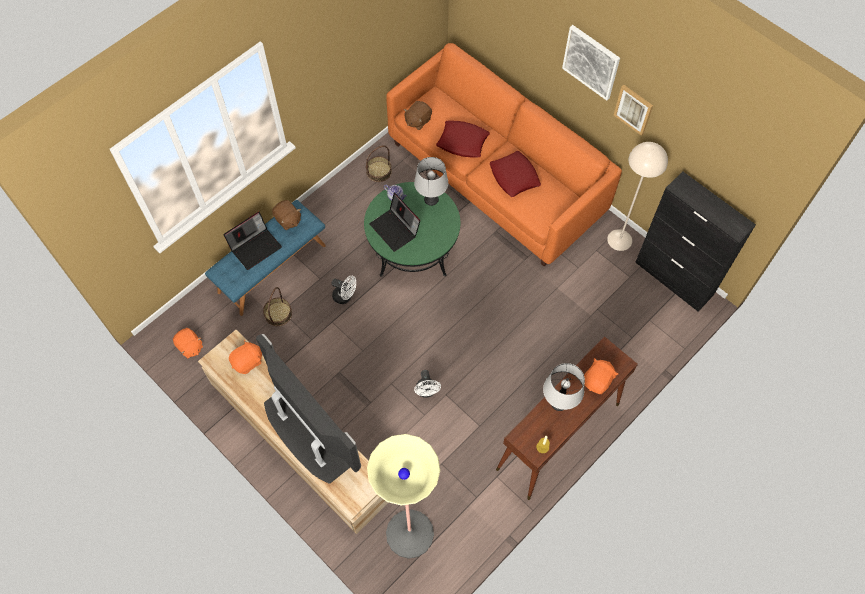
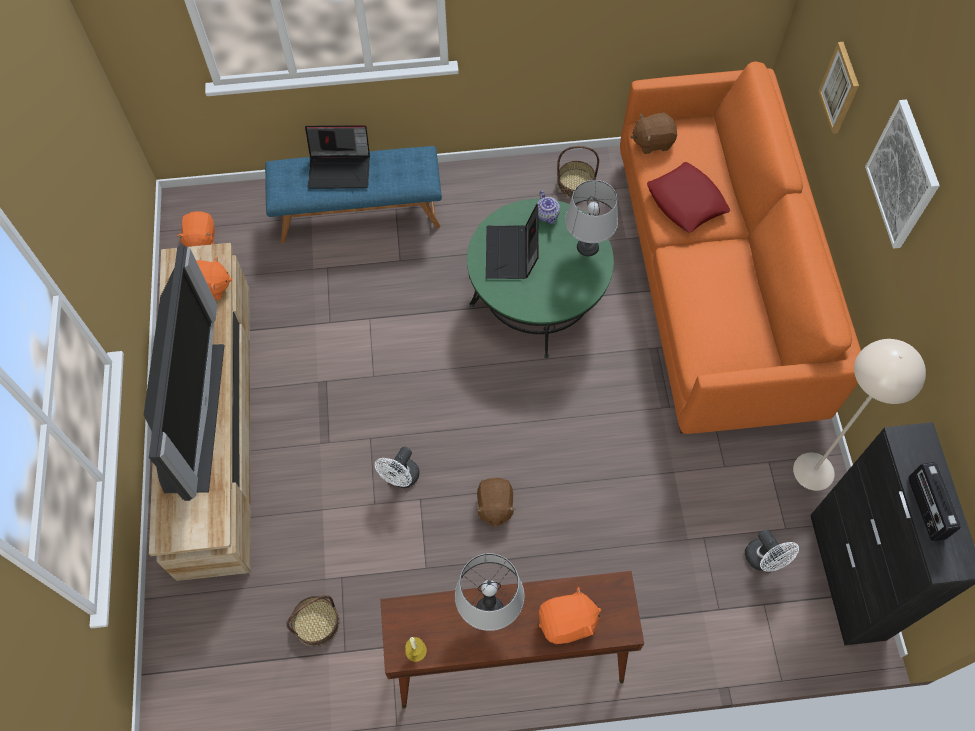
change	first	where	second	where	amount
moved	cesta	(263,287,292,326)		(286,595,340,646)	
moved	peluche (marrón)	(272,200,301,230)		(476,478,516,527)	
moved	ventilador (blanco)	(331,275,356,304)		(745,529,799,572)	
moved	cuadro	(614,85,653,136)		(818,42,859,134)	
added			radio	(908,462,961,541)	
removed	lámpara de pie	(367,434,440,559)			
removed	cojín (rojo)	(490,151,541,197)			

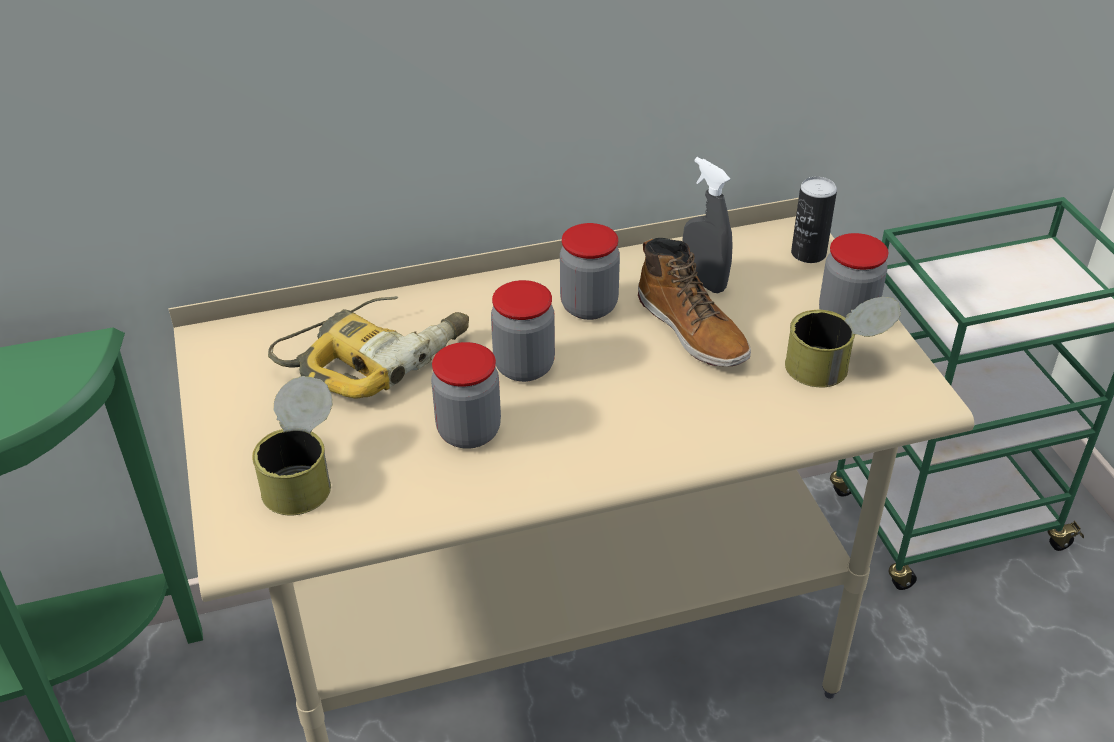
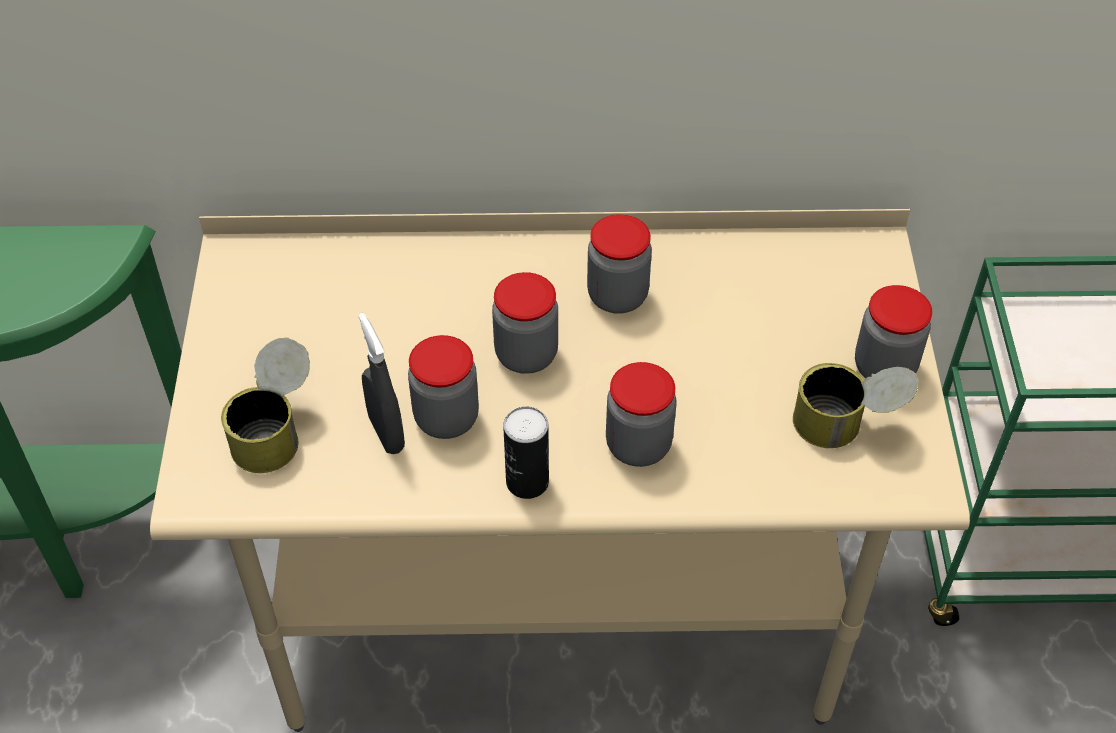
change	first	where	second	where	amount
moved	pulverizador (gris)	(682,157,733,293)		(358,313,405,454)	
moved	lata	(791,176,837,263)		(503,406,549,499)	
added			tarro	(606,362,676,467)	
removed	taladro	(268,296,469,399)			
removed	bota	(638,238,751,367)			

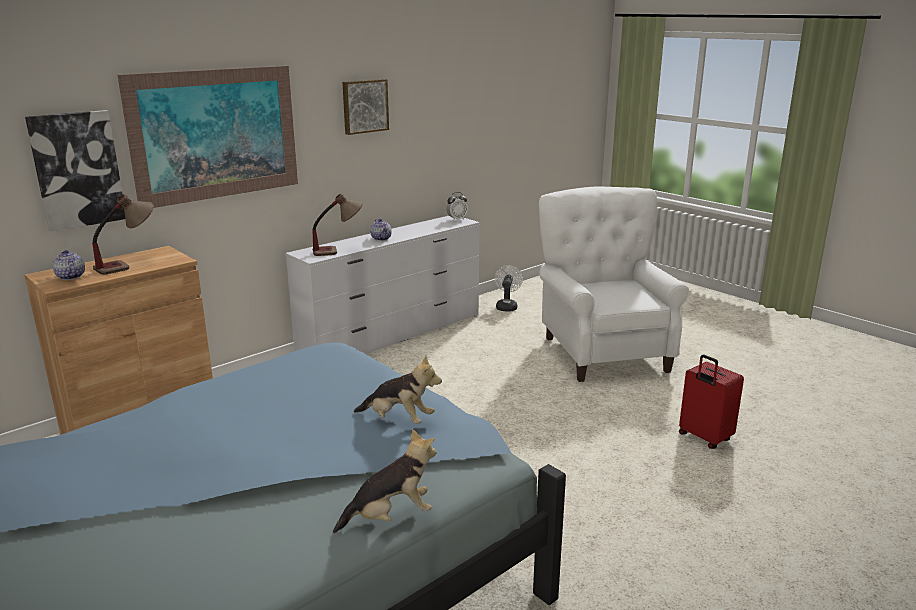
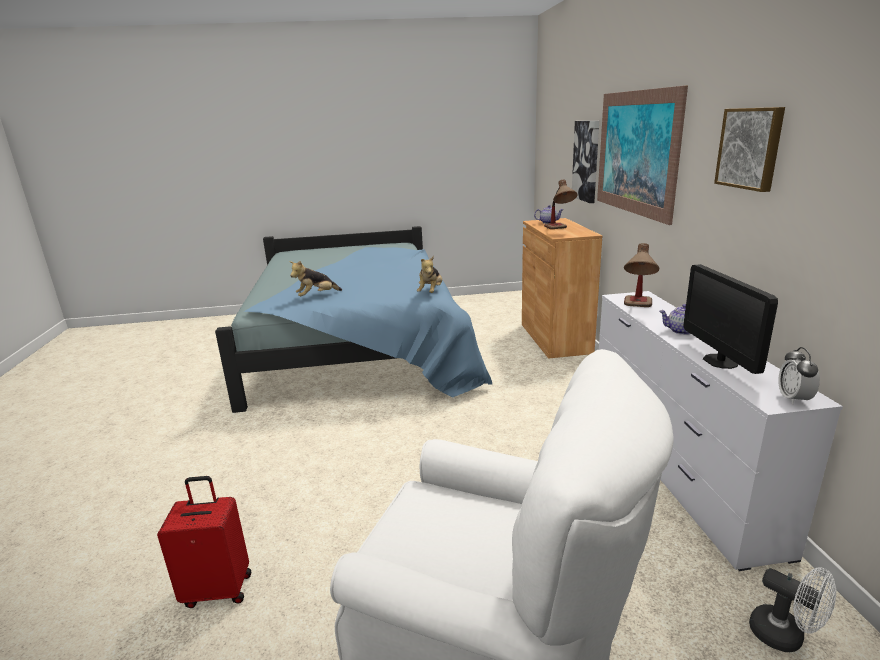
change	first	where	second	where	amount
moved	peluche	(333,429,437,533)		(417,256,442,293)	
added			monitor	(684,264,778,374)	

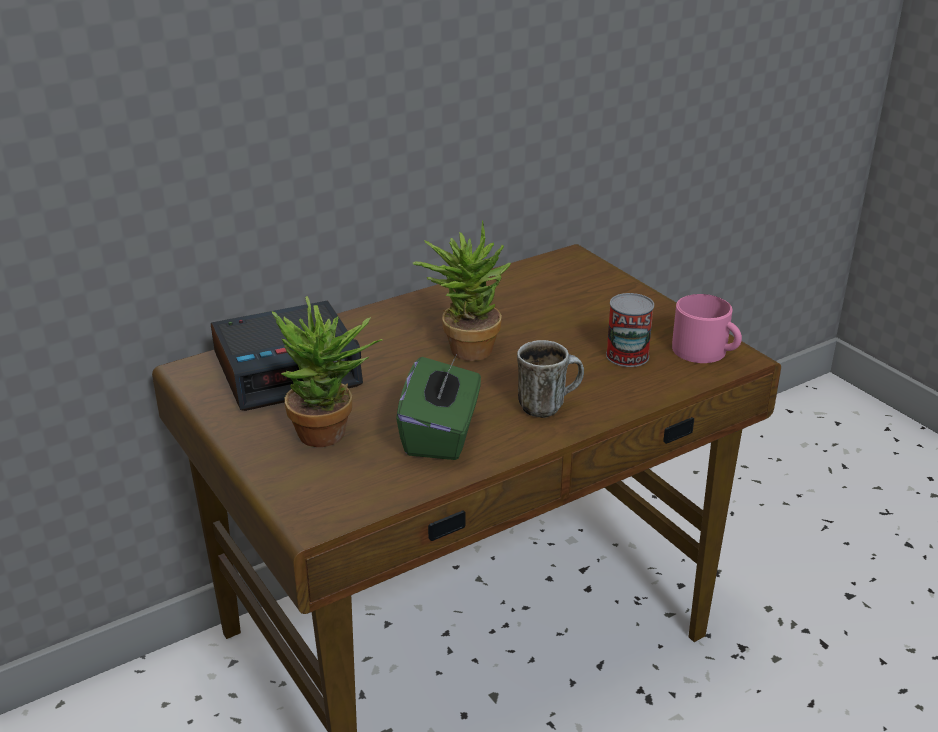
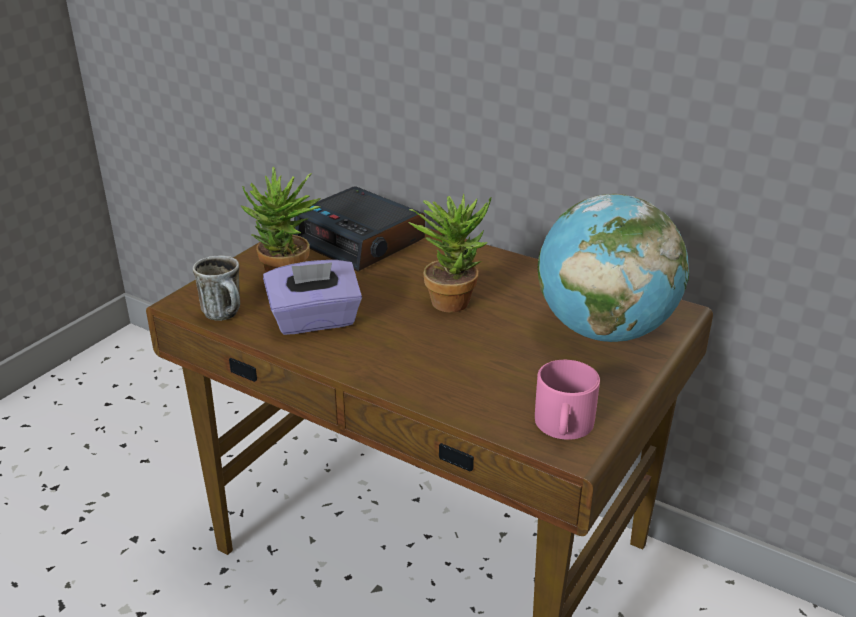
change	first	where	second	where	amount
moved	taza grande	(517,340,584,418)		(193,255,240,321)	
recoloured	caja de pañuelos (verde)	(396,353,481,460)	caja de pañuelos (morado)	(263,260,362,335)	
added			globo terráqueo	(538,194,689,342)	
removed	lata	(606,293,654,367)			

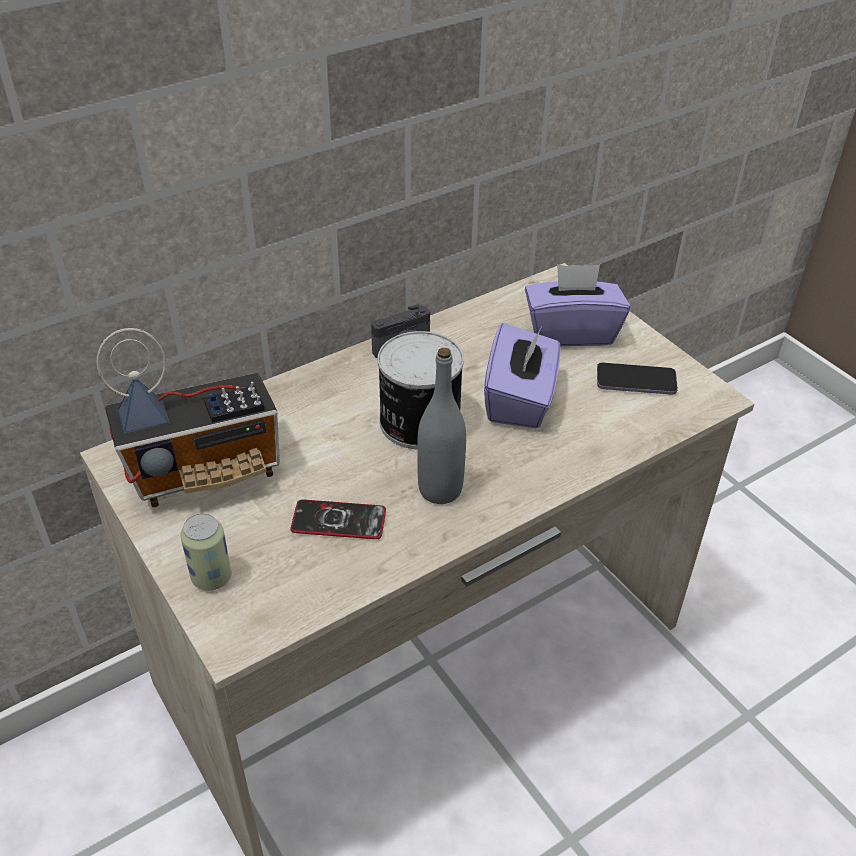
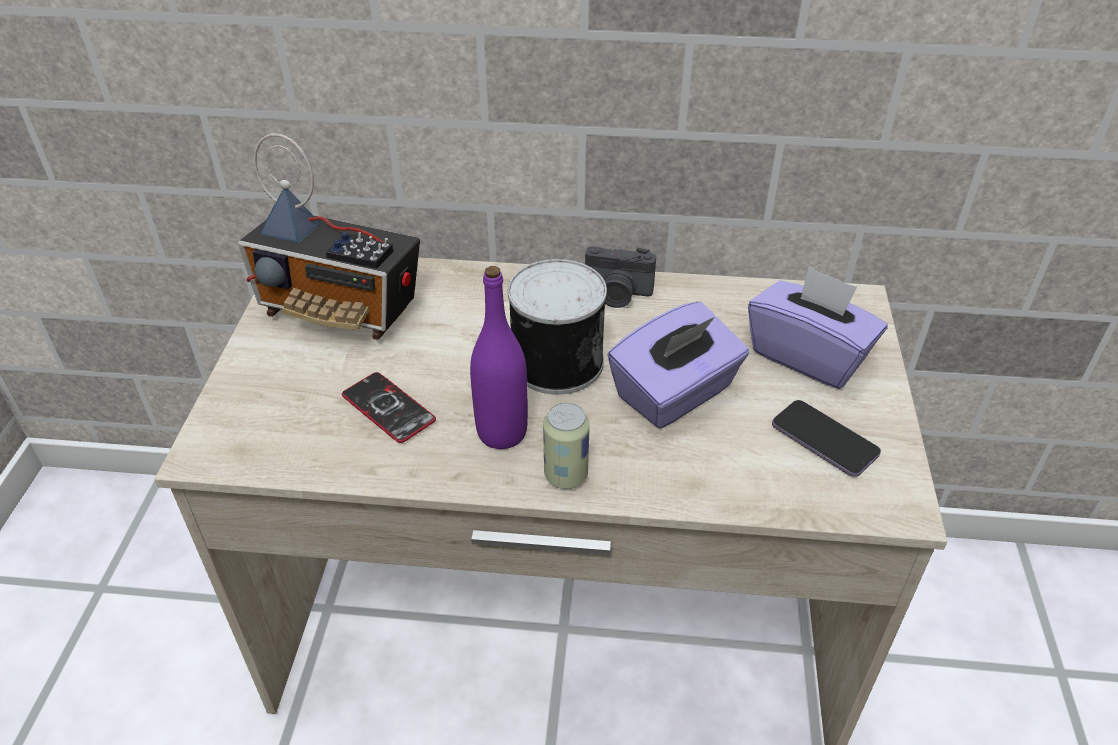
change	first	where	second	where	amount
recoloured	botella (gris)	(417,348,466,504)	botella (morado)	(470,266,528,449)	
moved	lata	(180,513,231,591)		(543,402,590,489)	

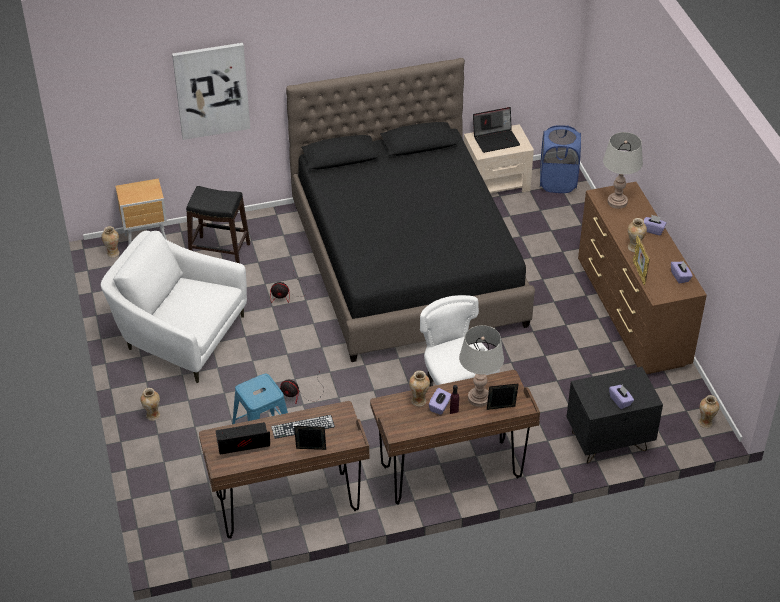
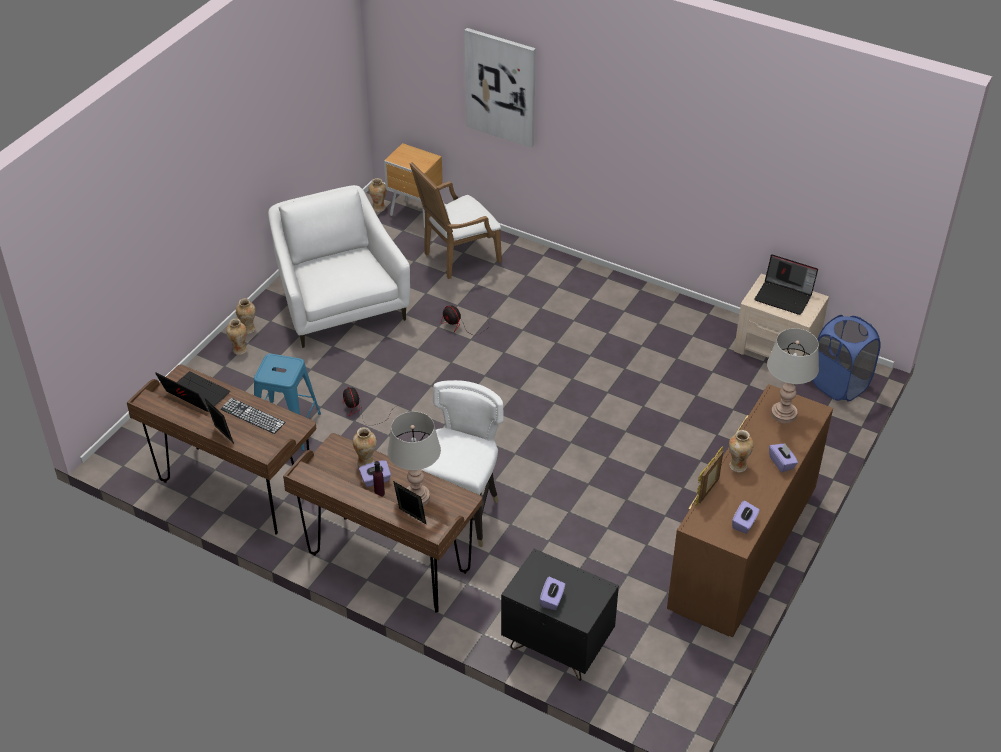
change	first	where	second	where	amount
moved	florero	(698,395,719,428)		(236,298,256,334)	
replaced	taburete (negro)	(186,186,250,263)	sillón (blanco)	(410,162,502,279)	
removed	cama (negro)	(286,58,535,362)			

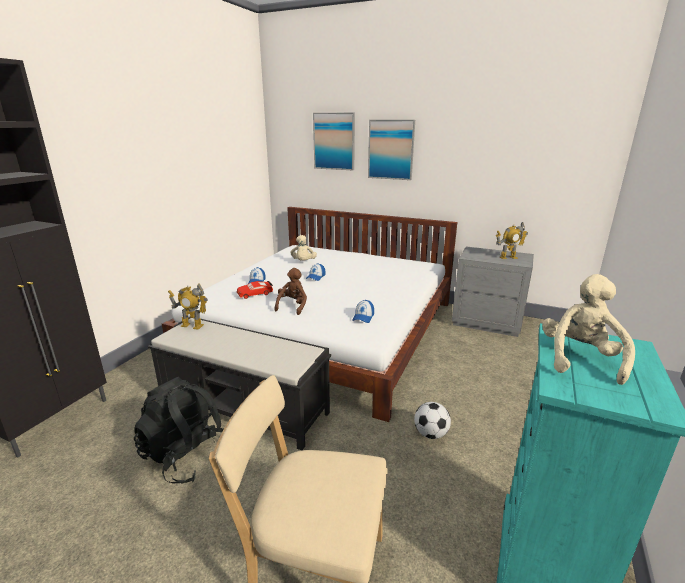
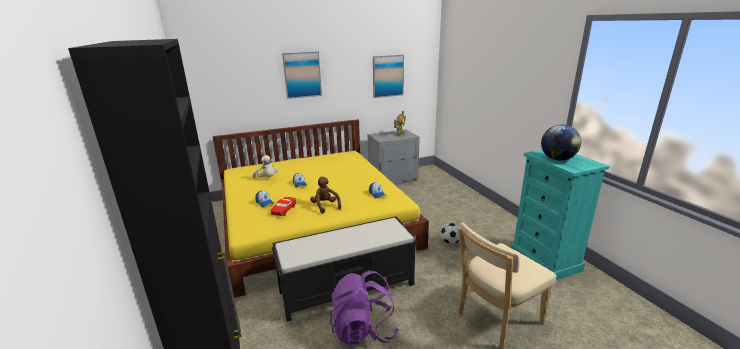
change	first	where	second	where	amount
recoloured	cama (blanco)	(162,207,457,422)	cama (amarillo)	(213,119,429,298)	
recoloured	mochila (negro)	(134,377,224,484)	mochila (morado)	(330,270,399,345)	
moved	cuadro	(313,113,355,170)		(373,55,404,98)	
replaced	peluche (beis)	(542,274,635,385)	globo terráqueo	(541,125,581,161)	
removed	robot de juguete	(168,283,208,330)			

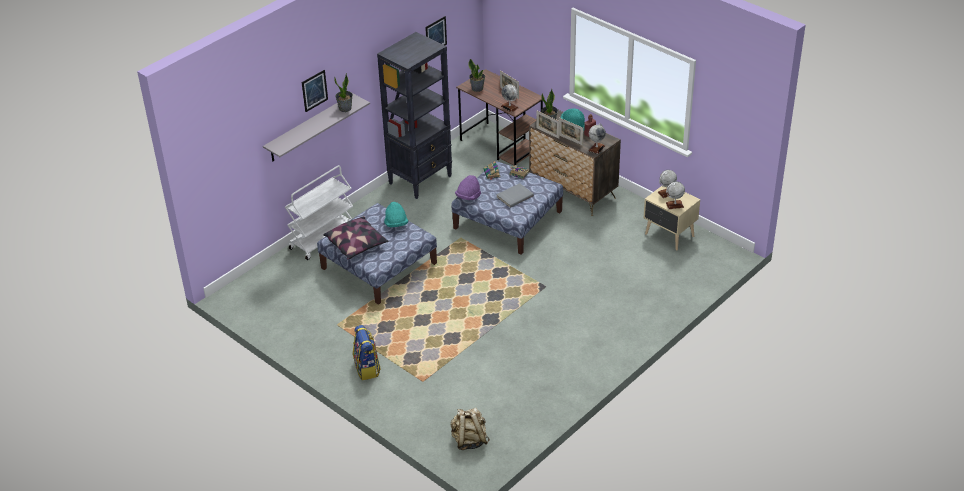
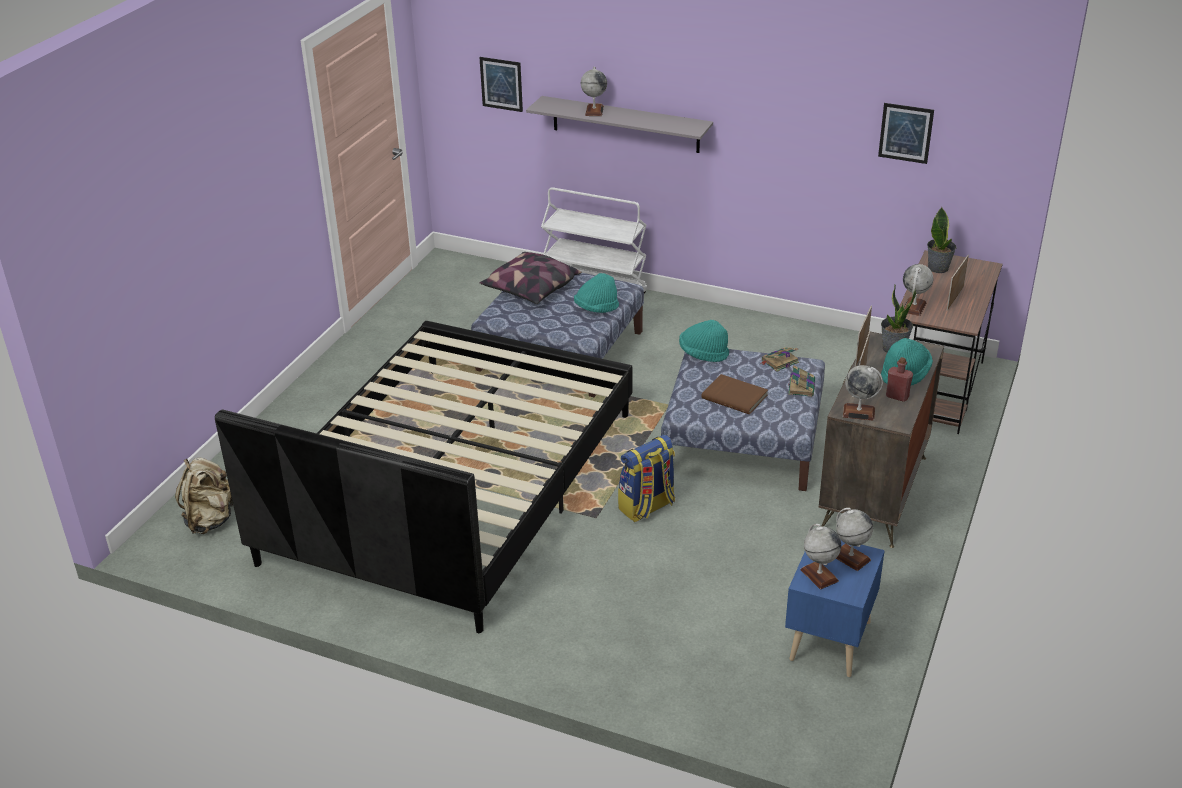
change	first	where	second	where	amount
added			cama (negro)	(215,321,632,633)	
moved	cuadro	(302,70,328,112)		(479,57,523,112)	
added			globo terráqueo	(581,67,607,116)	
moved	mochila	(353,325,381,380)		(618,435,675,522)	
recoloured	sombrero (morado)	(455,175,481,200)	sombrero (turquesa)	(679,320,729,362)	
recoloured	libro (gris)	(496,183,534,208)	libro (marrón)	(701,374,768,415)	
recoloured	mesita de noche (beis)	(644,185,700,250)	mesita de noche (azul)	(785,539,885,677)	
removed	planta en maceta	(334,73,353,112)			
removed	estantería (negro)	(377,32,452,199)			

